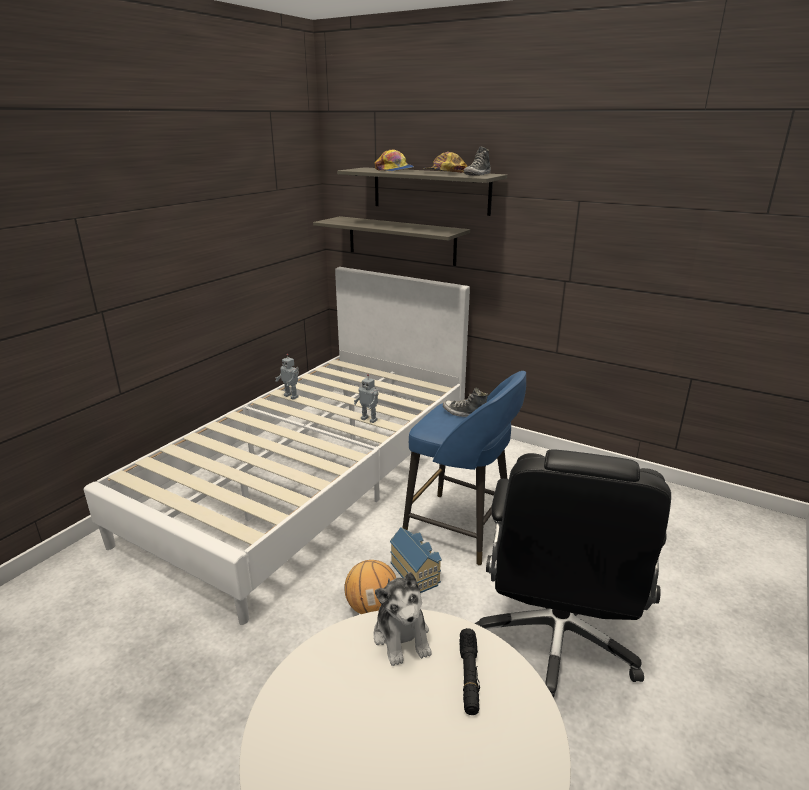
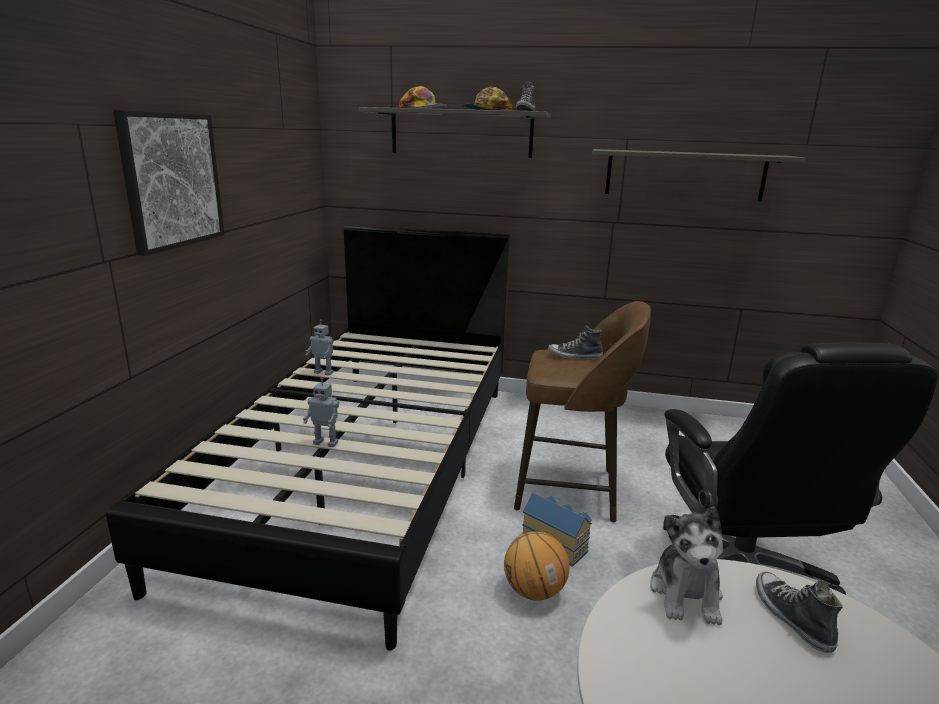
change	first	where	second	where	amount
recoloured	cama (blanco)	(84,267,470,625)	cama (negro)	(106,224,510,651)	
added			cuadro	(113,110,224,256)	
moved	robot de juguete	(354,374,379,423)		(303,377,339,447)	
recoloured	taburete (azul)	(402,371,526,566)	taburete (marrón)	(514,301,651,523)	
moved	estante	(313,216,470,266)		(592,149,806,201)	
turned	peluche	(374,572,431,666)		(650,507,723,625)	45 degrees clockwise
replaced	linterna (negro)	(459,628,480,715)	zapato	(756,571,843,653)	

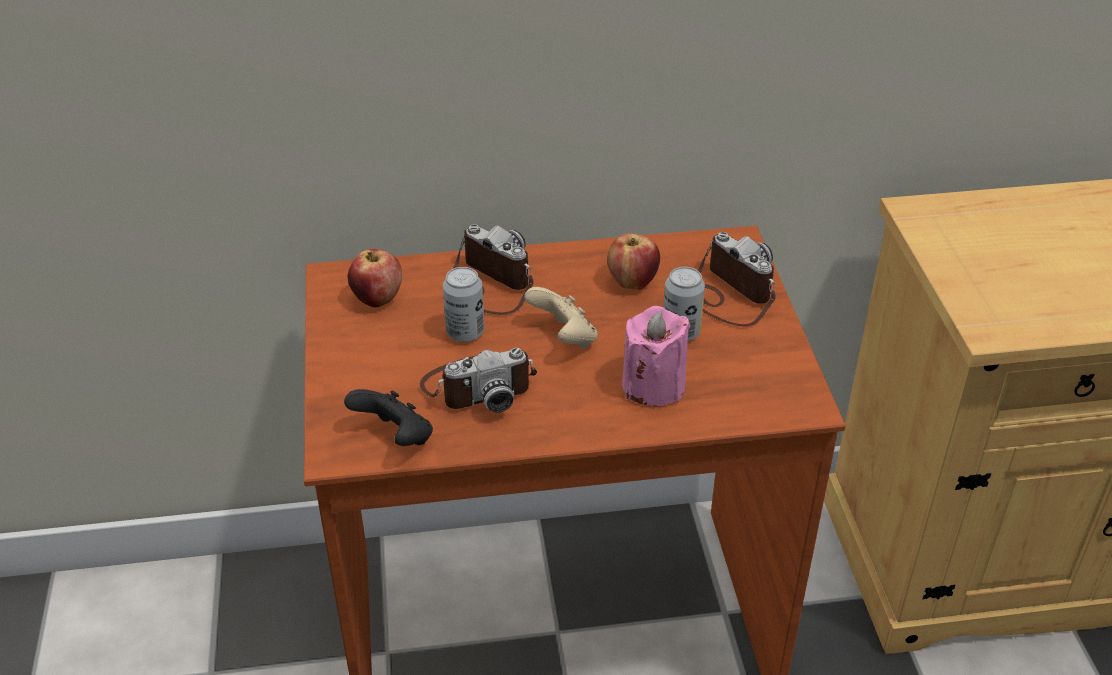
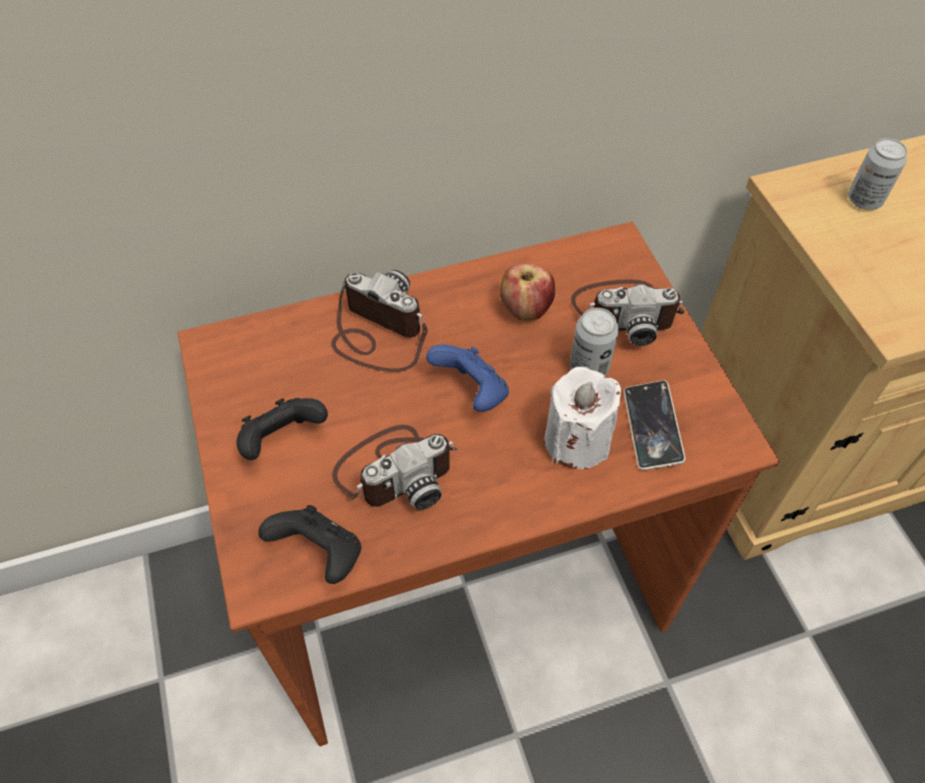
change	first	where	second	where	amount
added			mando de consola (negro)	(236,398,328,460)	
recoloured	mando de consola (beis)	(524,287,597,348)	mando de consola (azul)	(426,345,509,412)	
recoloured	vela (rosa)	(622,306,691,406)	vela (blanco)	(544,367,621,469)	
turned	cámara	(698,232,776,326)		(571,279,685,346)	135 degrees clockwise
added			móvil	(624,380,685,470)	
moved	lata	(443,267,484,342)		(848,138,907,210)	
removed	manzana	(348,249,402,307)			

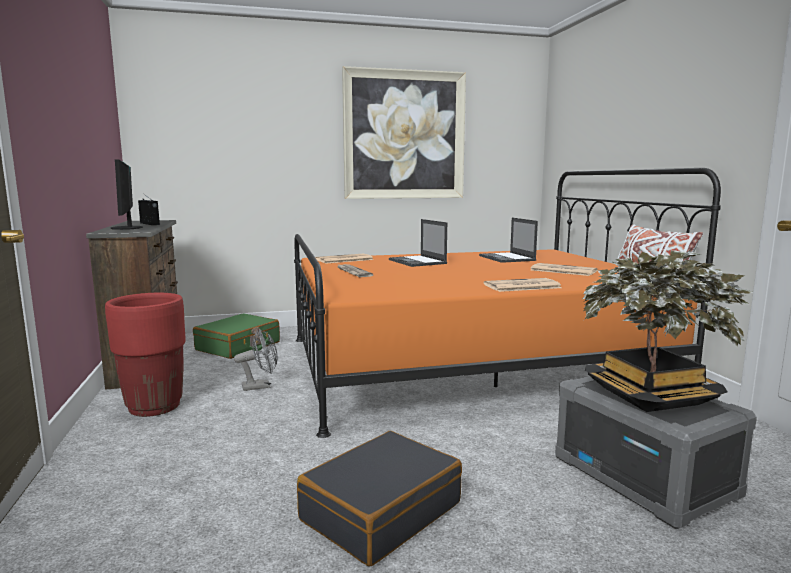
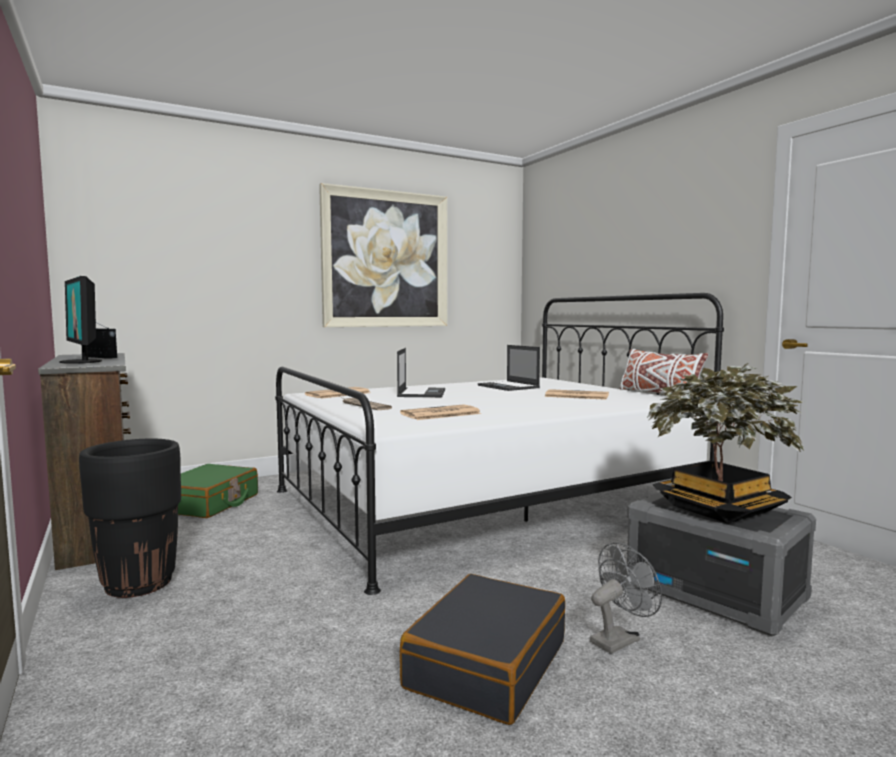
change	first	where	second	where	amount
recoloured	maceta (rojo)	(105,293,186,417)	maceta (negro)	(79,438,181,598)	
recoloured	cama (naranja)	(294,168,721,438)	cama (blanco)	(275,293,724,595)	
turned	portátil	(389,219,447,267)		(397,348,445,397)	135 degrees counterclockwise
moved	periódico	(484,278,562,292)		(400,404,481,420)	
moved	ventilador (gris)	(234,329,278,391)		(590,542,662,654)	

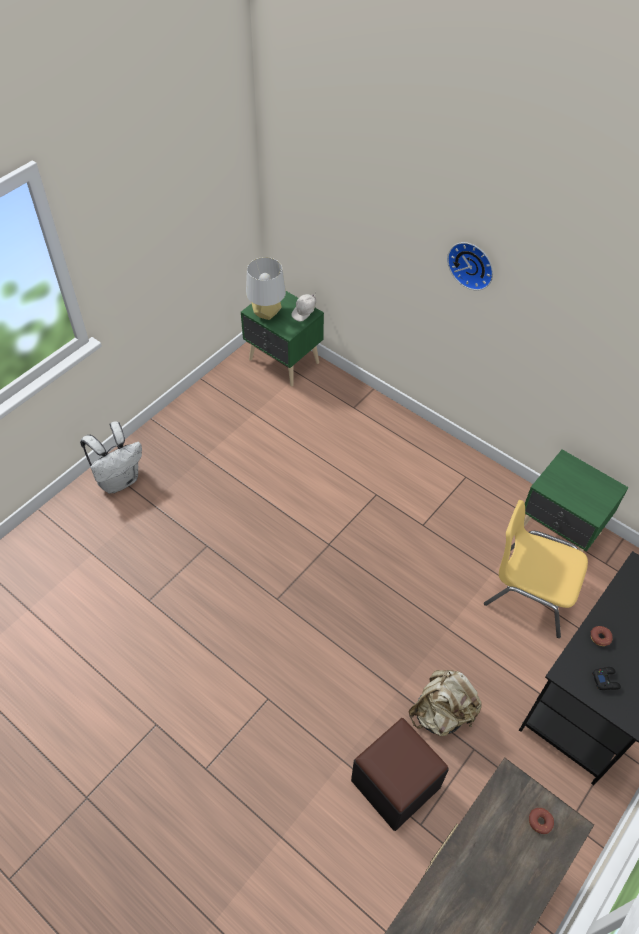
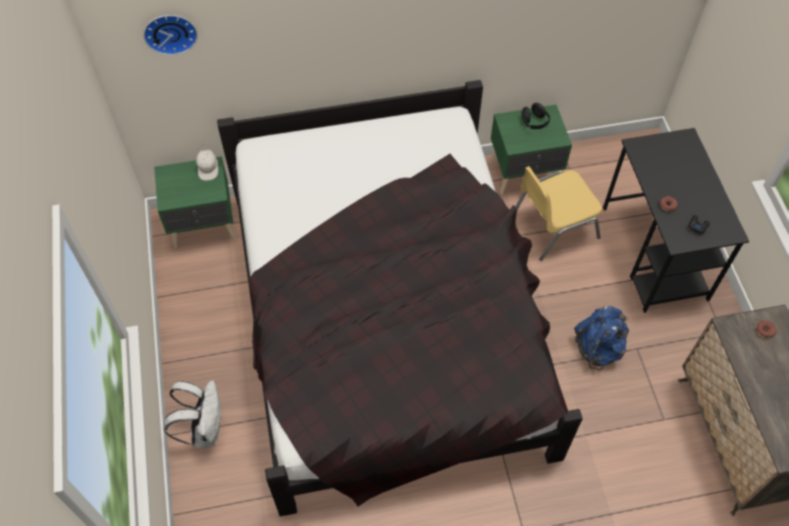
change	first	where	second	where	amount
moved	reloj de pared	(447,242,493,291)		(143,15,198,55)	
added			cama (negro)	(217,80,583,516)	
added			auriculares (negro)	(521,103,550,129)	
recoloured	mochila (beis)	(408,670,481,736)	mochila (azul)	(574,306,629,370)	
removed	lámpara de mesa (gris)	(246,257,286,320)			
removed	puf (negro)	(351,718,449,831)			

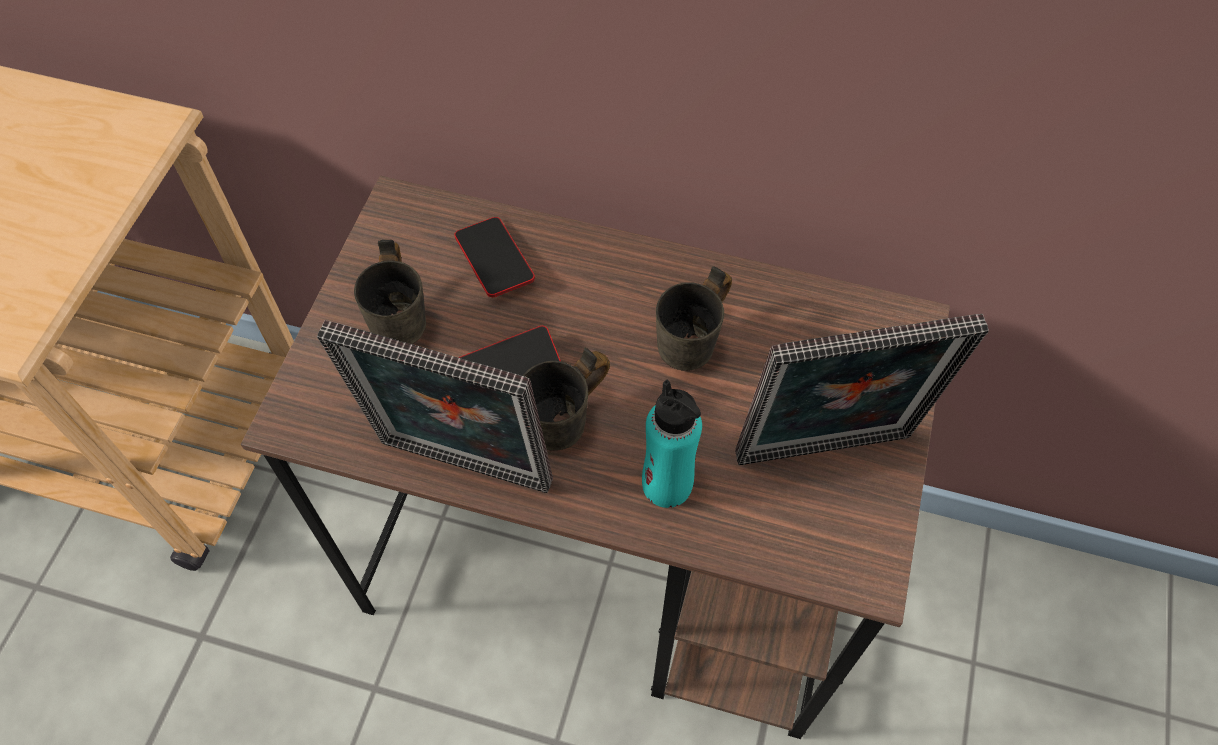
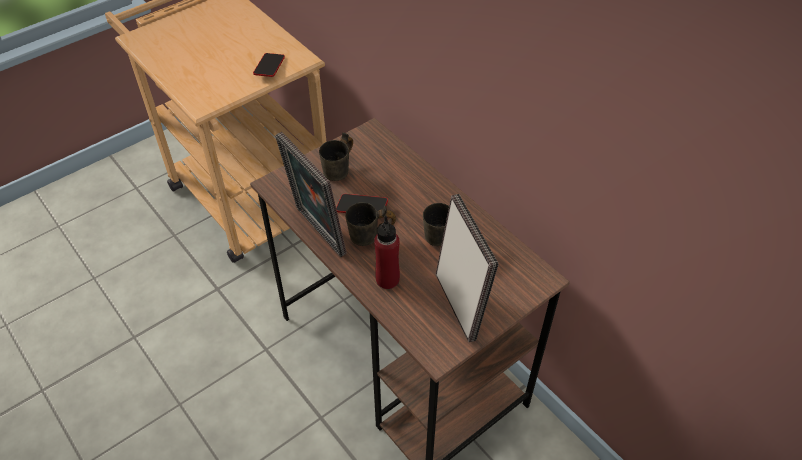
change	first	where	second	where	amount
moved	móvil	(454,217,535,297)		(253,53,285,77)	
recoloured	botella (turquesa)	(642,380,702,508)	botella (rojo)	(374,216,400,289)	
turned	portarretratos	(735,314,989,465)		(436,194,499,342)	135 degrees counterclockwise

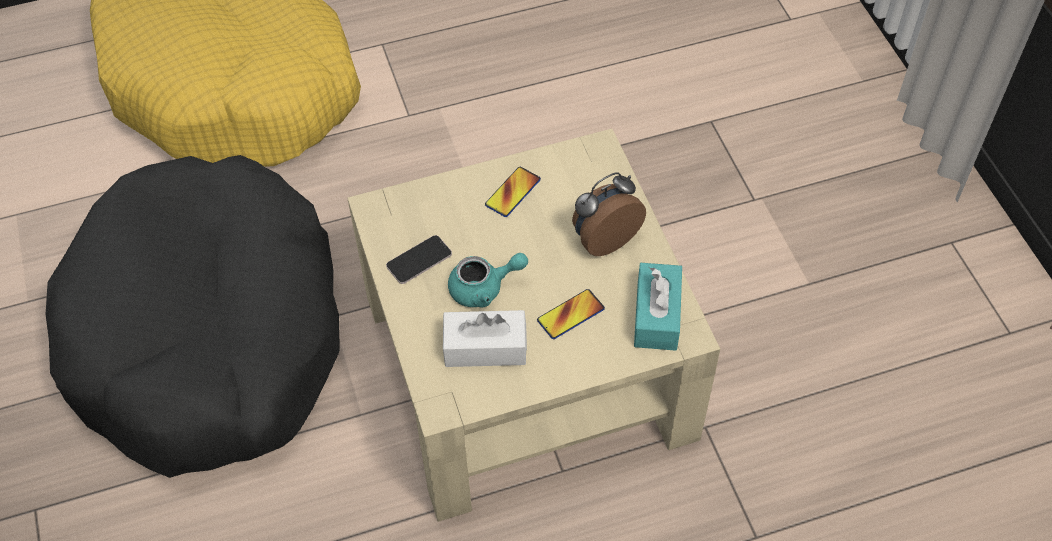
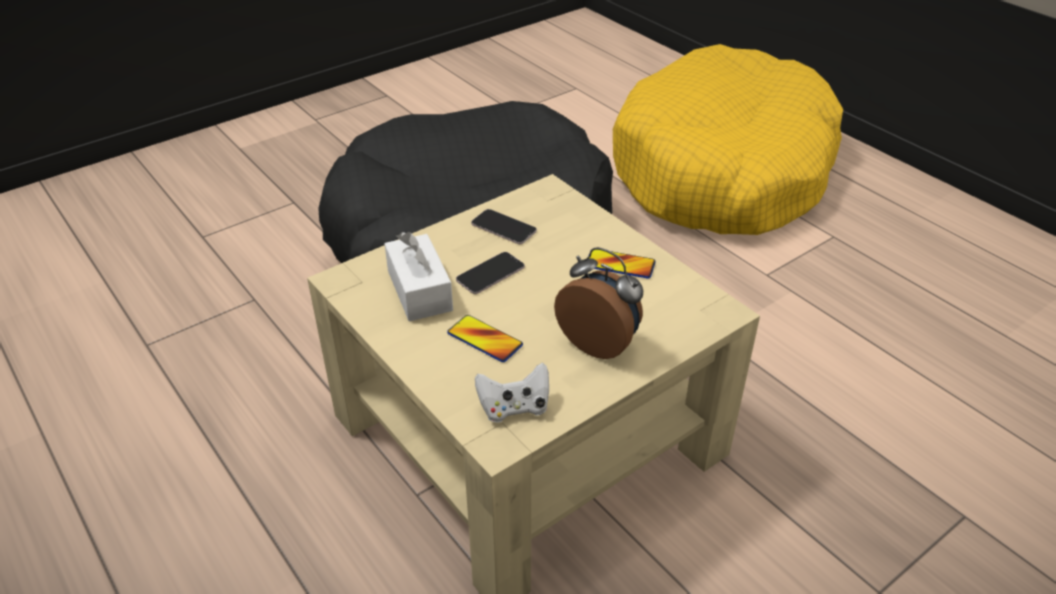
change	first	where	second	where	amount
replaced	tetera (turquesa)	(448,253,528,308)	móvil	(456,252,525,294)	
replaced	caja de pañuelos (turquesa)	(634,263,682,351)	mando de consola (blanco)	(475,363,549,423)	

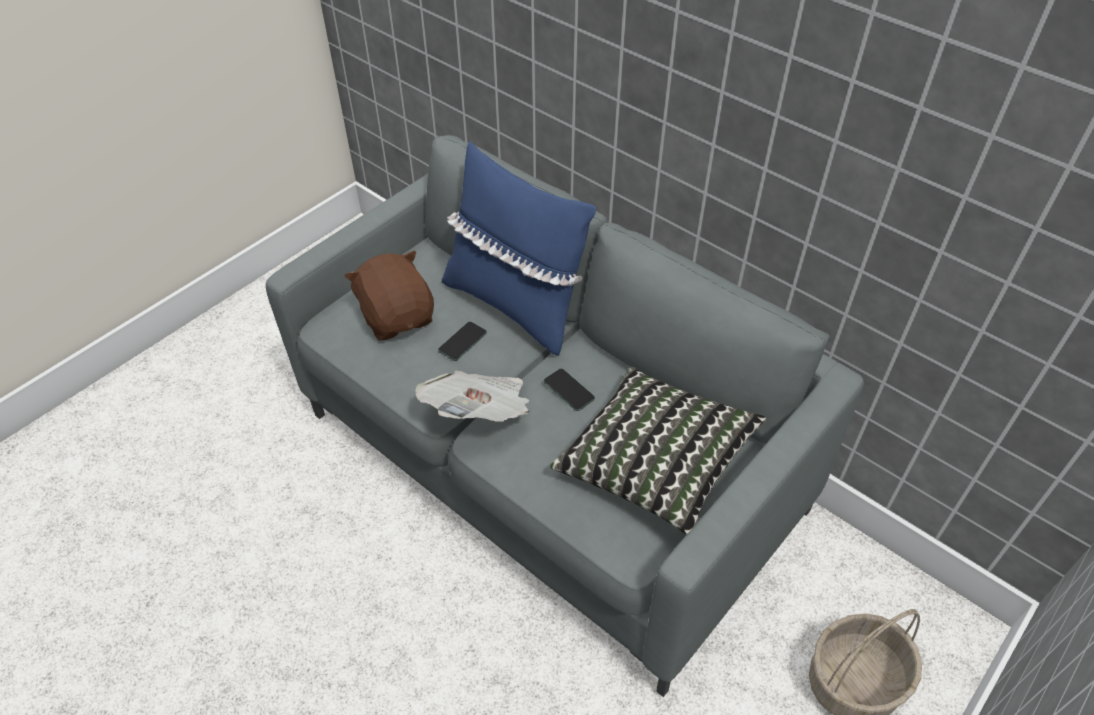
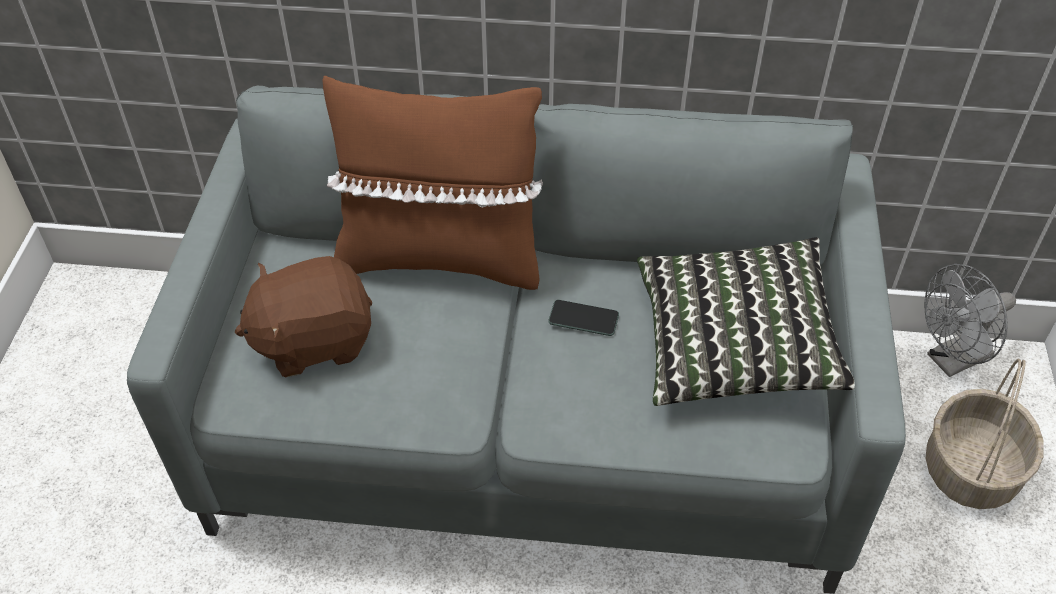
change	first	where	second	where	amount
turned	peluche (marrón)	(344,250,434,341)		(235,256,372,377)	45 degrees counterclockwise
recoloured	cojín (azul)	(442,142,596,356)	cojín (marrón)	(322,76,543,290)	
added			ventilador (gris)	(924,264,1016,377)	
removed	periódico	(415,370,529,422)			
removed	móvil	(438,322,487,361)			

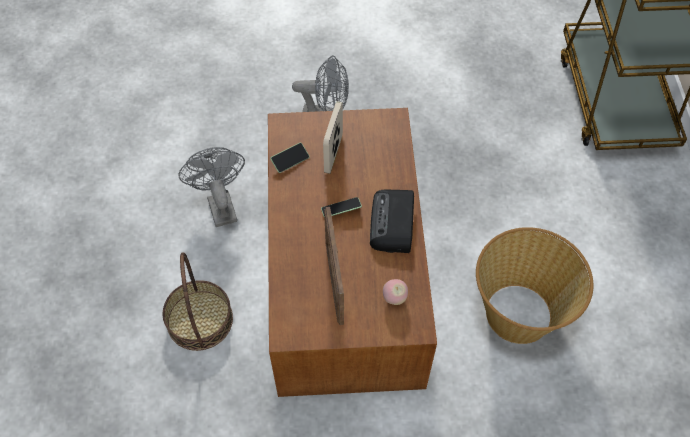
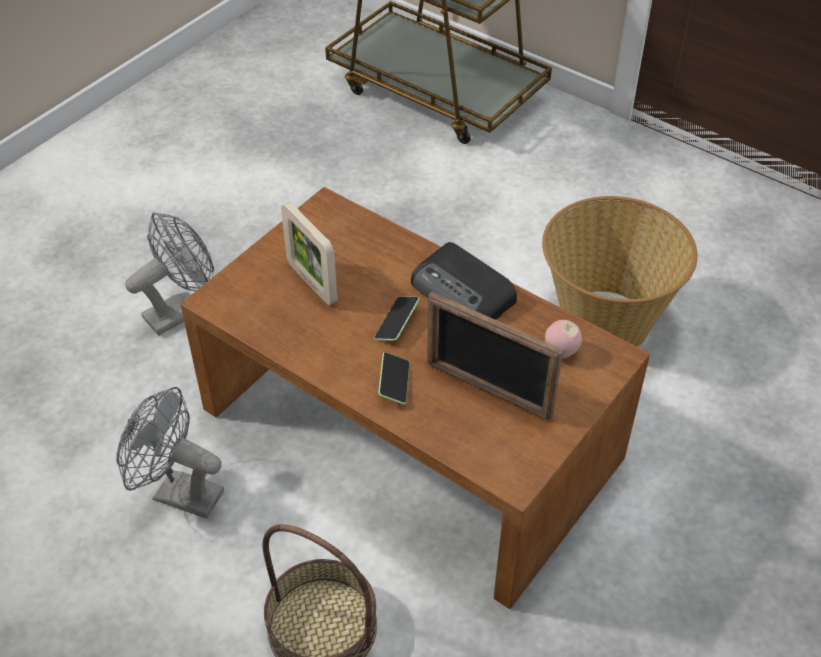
change	first	where	second	where	amount
moved	móvil	(270,143,309,173)		(378,352,410,404)	

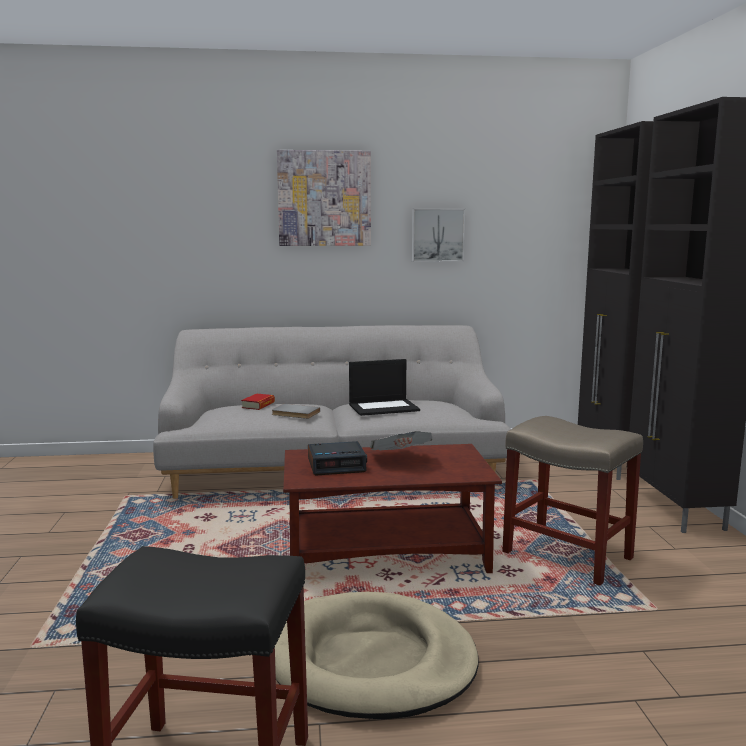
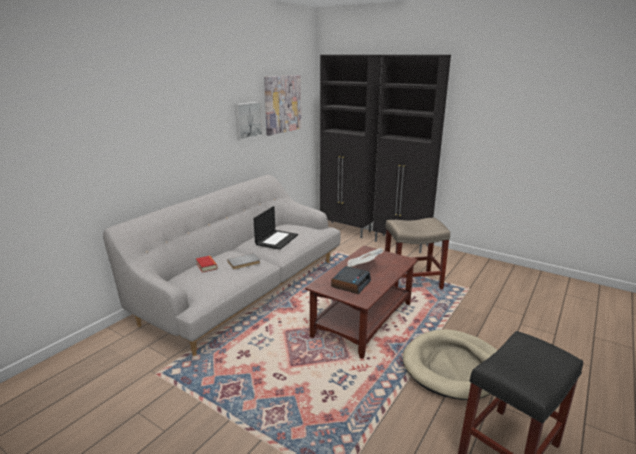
change	first	where	second	where	amount
moved	cuadro	(277,150,371,246)		(264,75,301,136)	

